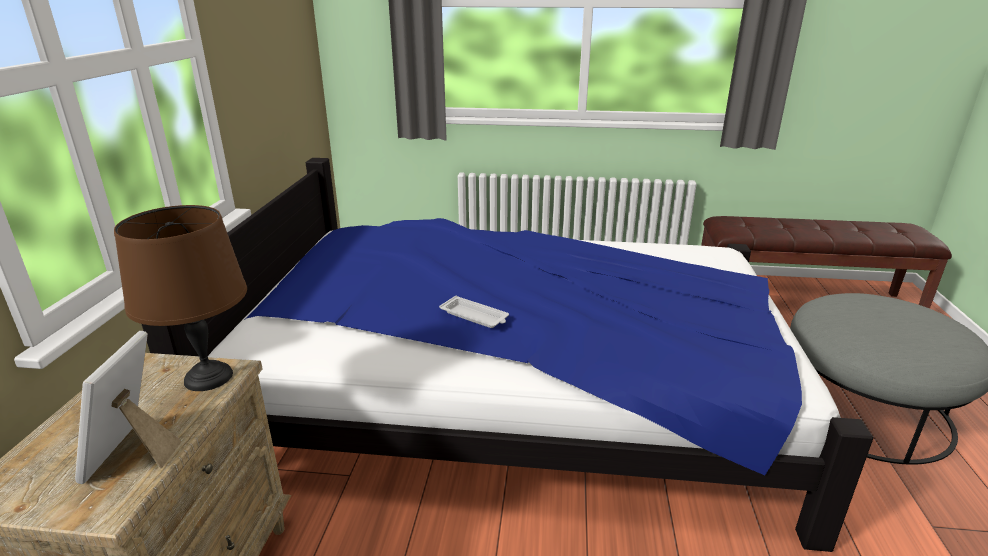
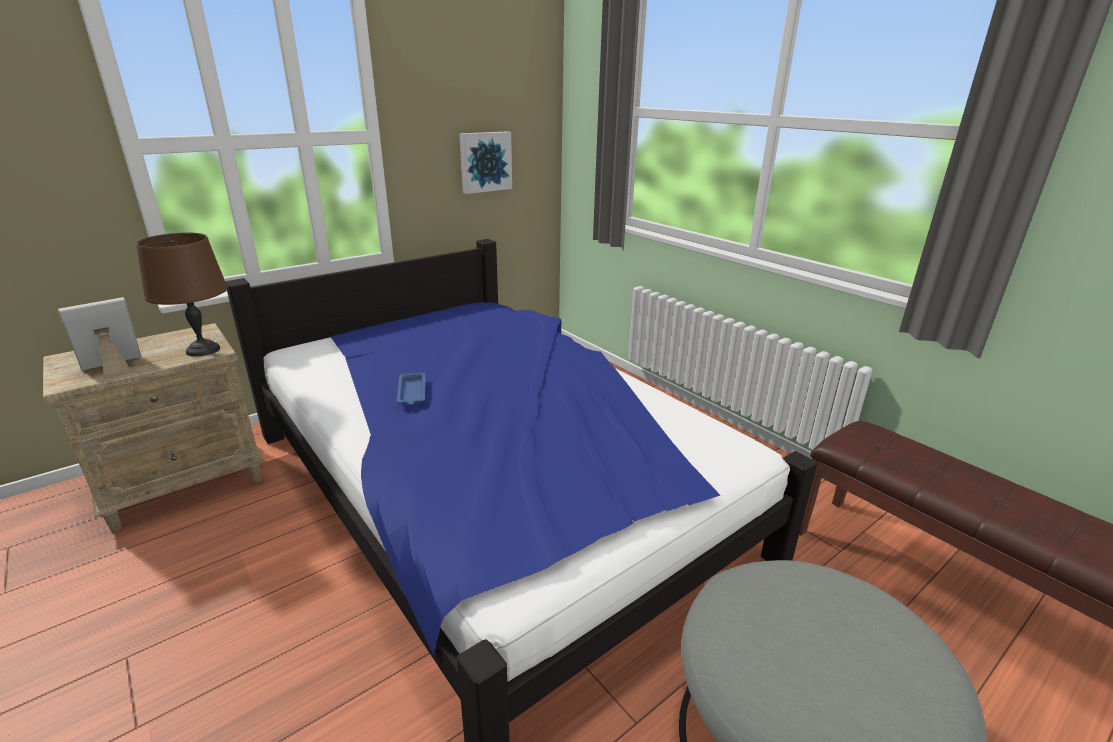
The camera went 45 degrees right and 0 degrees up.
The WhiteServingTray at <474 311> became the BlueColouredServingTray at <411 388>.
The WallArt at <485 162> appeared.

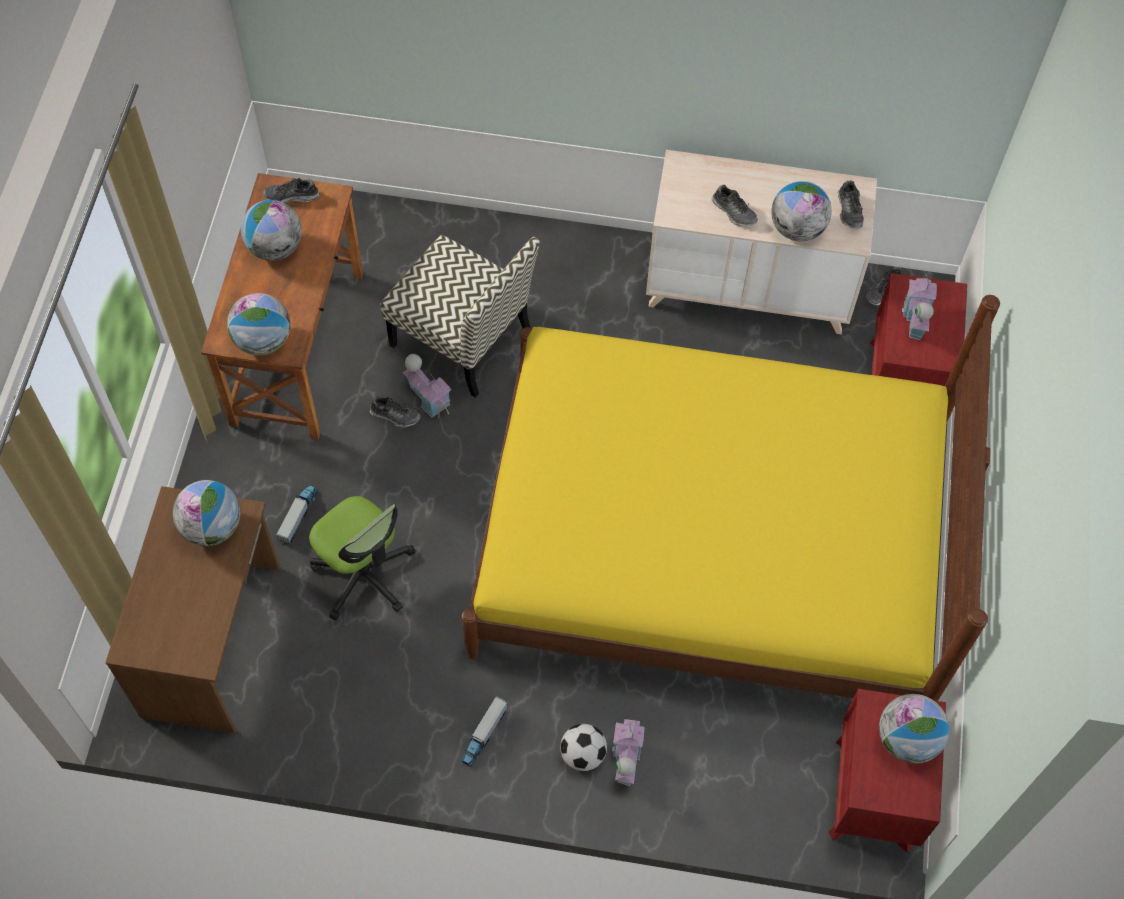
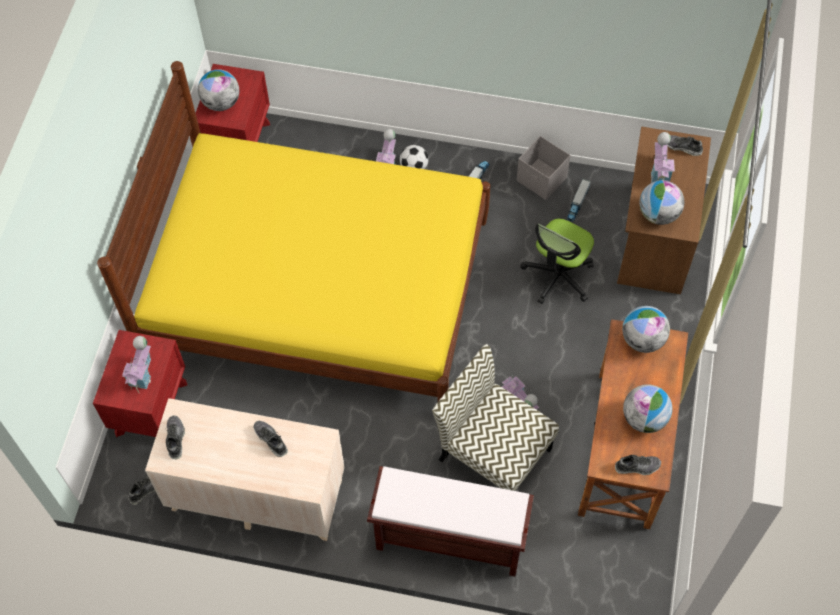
The camera went 175 degrees left and 0 degrees up.
The BrownColouredIndoorBench at <450 521> appeared.
The GreyishStorageBin at <543 168> appeared.
The ComputerChair at <362 558> turned 105 degrees counterclockwise.
The ToyLorry moved from <297 515> to <578 200>.
The ModelHouse at <663 157> appeared.
The Shoe moved from <395 412> to <685 145>.
The Globe at <801 211> disappeared.

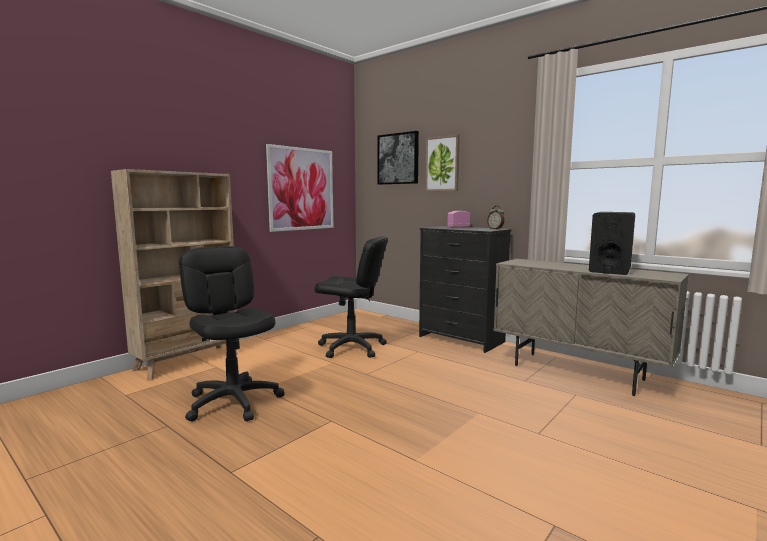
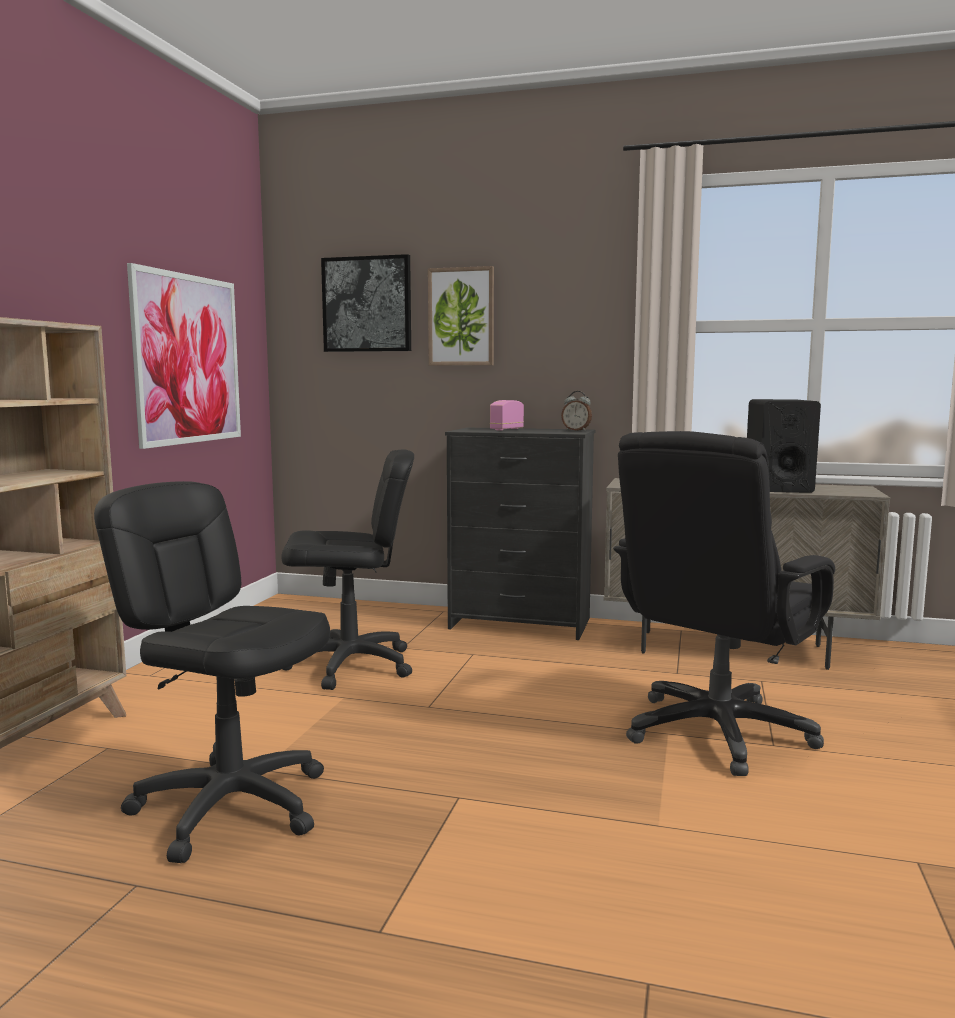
The camera went 25 degrees left and 0 degrees up.
The BlackishComputerChair at <724 603> appeared.

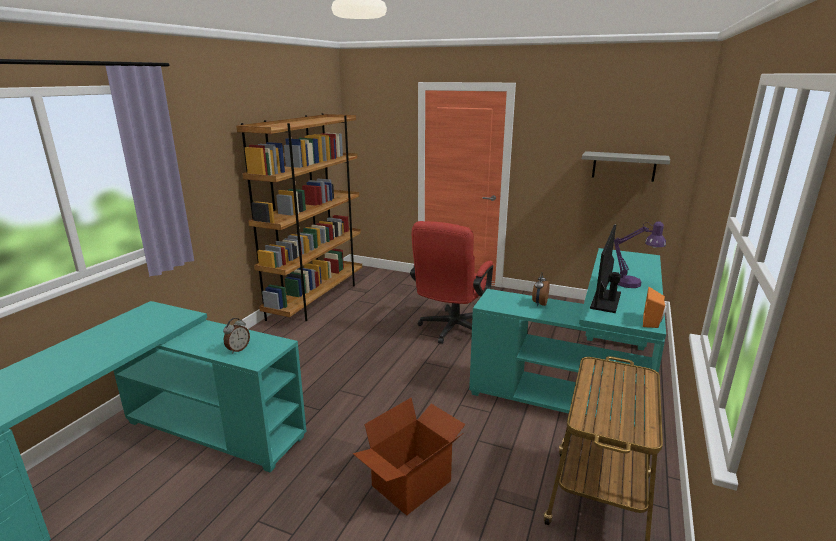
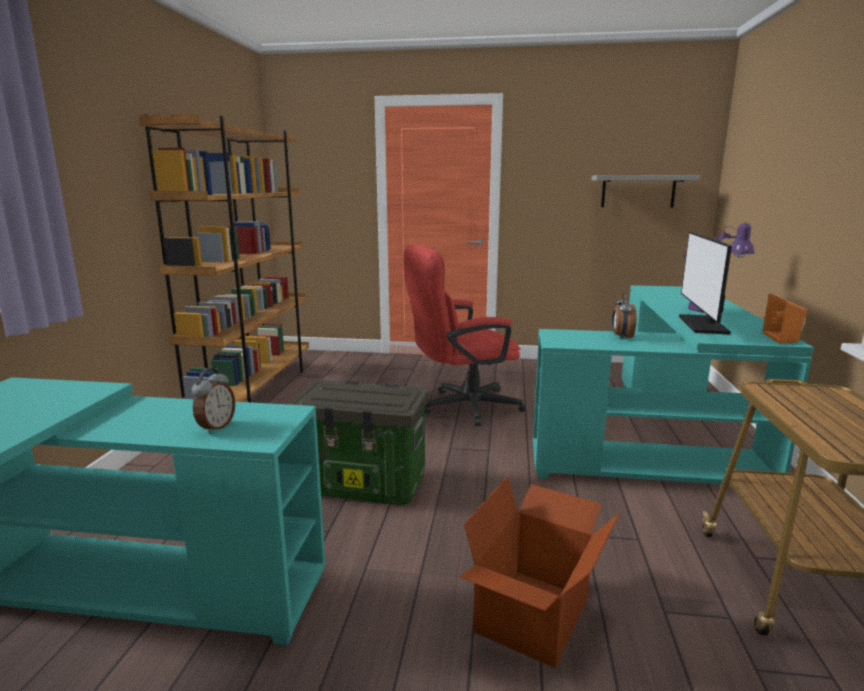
The camera went 15 degrees left and 5 degrees down.
The StorageBin at <359 442> appeared.
The RedColouredComputerChair at <451 282> turned 60 degrees clockwise.

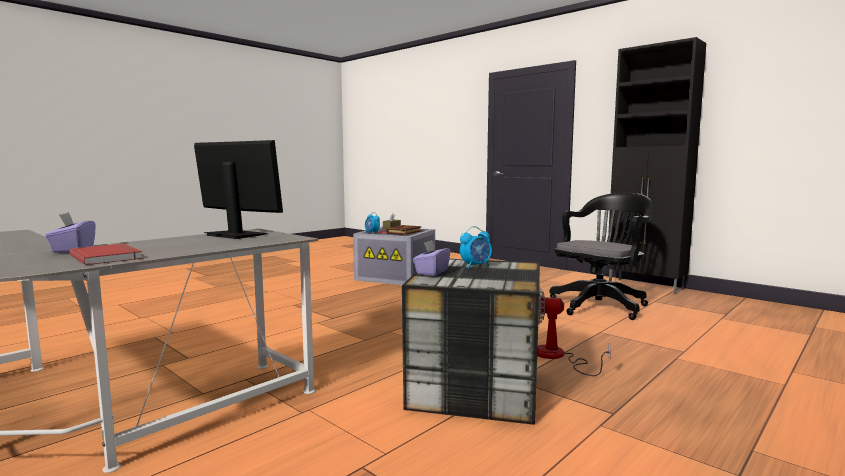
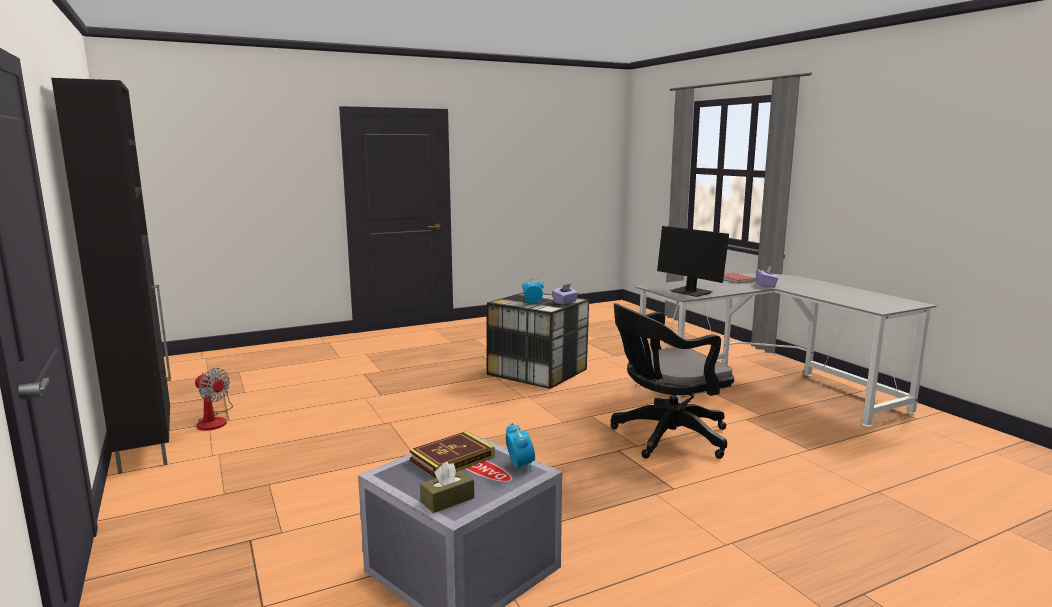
The camera went 160 degrees left and 5 degrees up.
The CoolingFan moved from <574 332> to <214 399>.
The BlackishComputerChair moved from <601 256> to <672 381>.

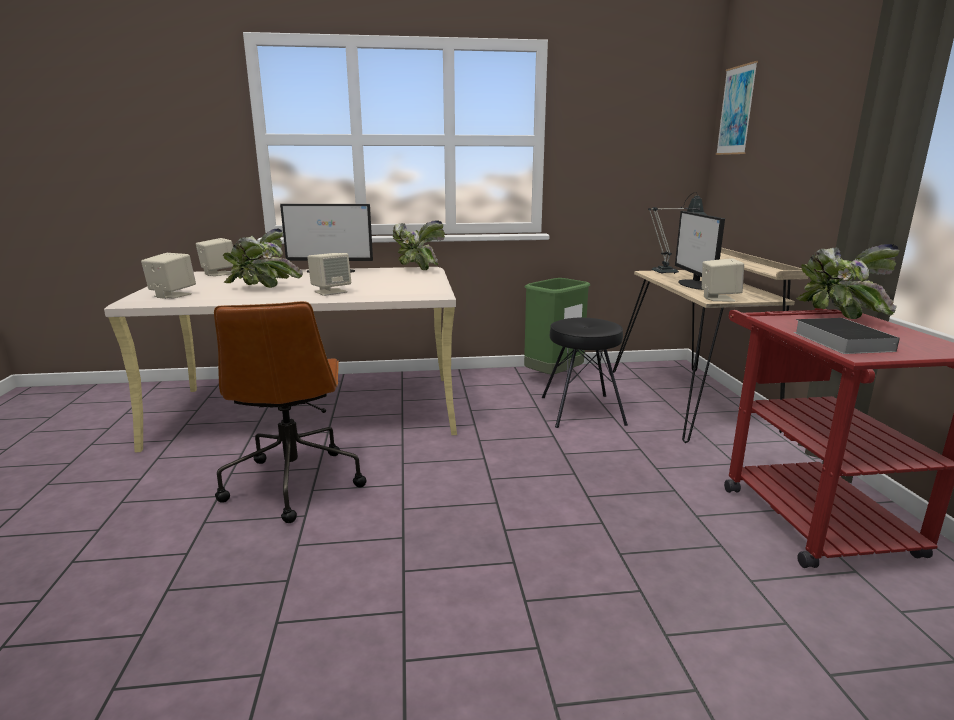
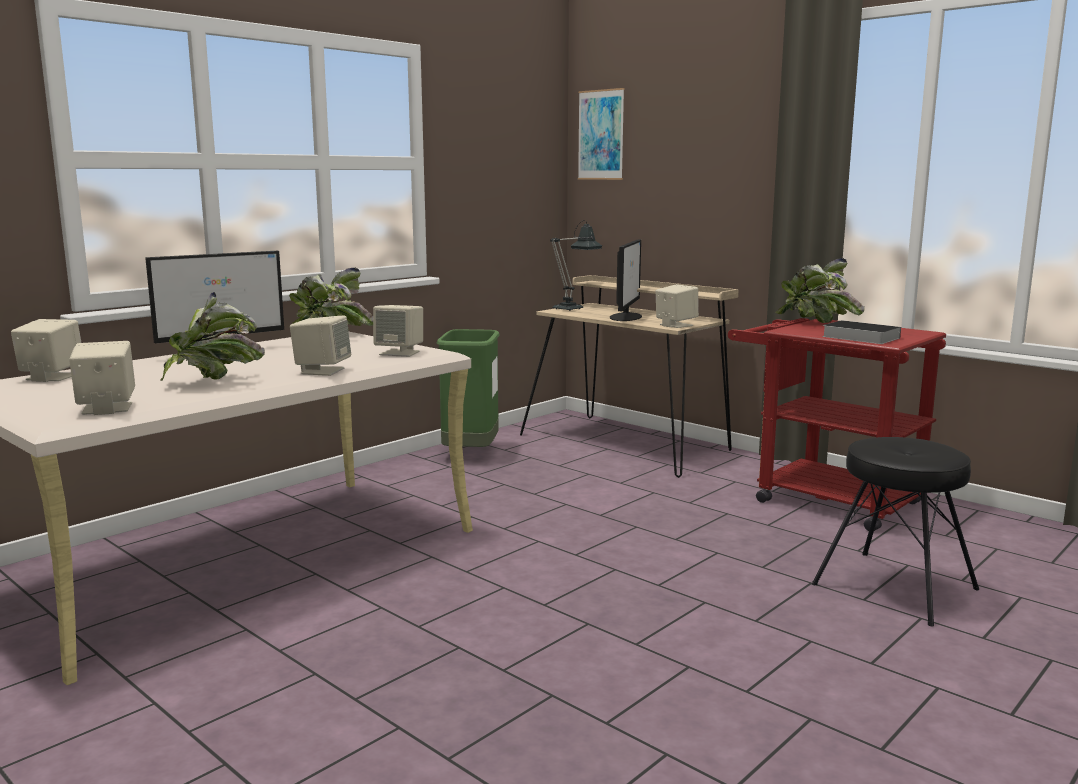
The camera went 40 degrees left and 5 degrees down.
The SandColouredSpeaker at <398 331> appeared.
The ComputerScreen at <700 250> turned 120 degrees counterclockwise.
The BlackishStoolSeat moved from <585 372> to <895 532>.
The BrownColouredComputerChair at <290 412> disappeared.

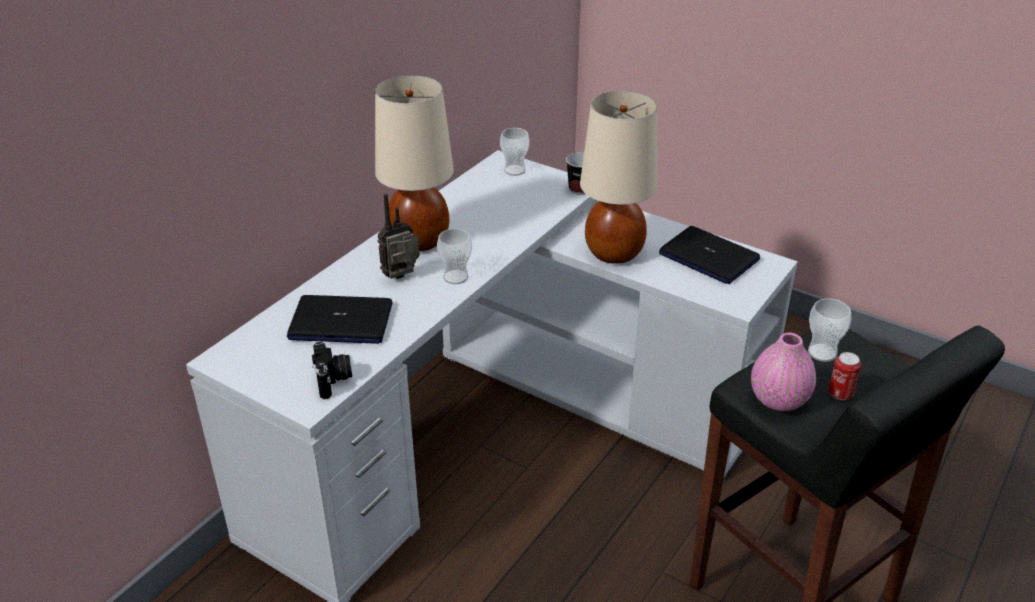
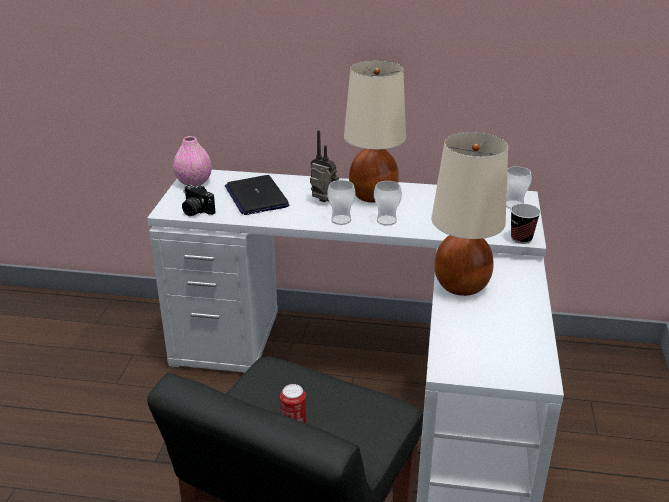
The camera went 65 degrees right and 5 degrees down.
The PinkColouredFlowerVase moved from <783 372> to <192 161>.
The StillCamera at <332 370> turned 75 degrees clockwise.
The Cup moved from <829 330> to <388 203>.
The PortableComputer at <709 255> disappeared.

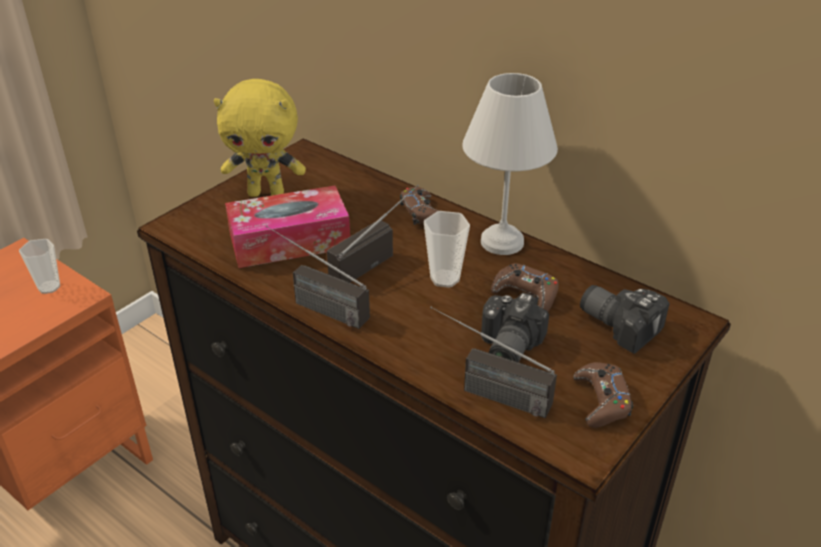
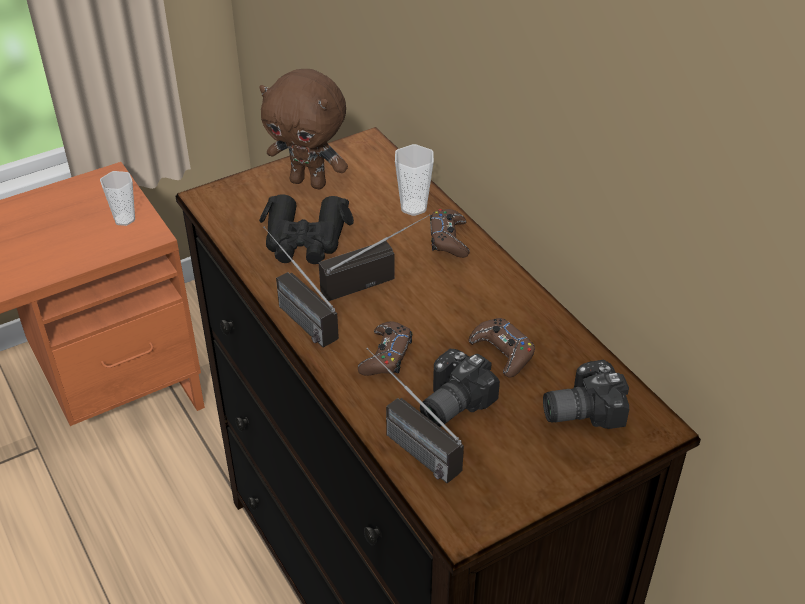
The camera went 20 degrees right and 5 degrees up.
The YellowSoftToy at <260 138> became the BrownColouredSoftToy at <303 129>.
The TissueHolder at <287 226> was replaced by the BlackishPairOfBinoculars at <306 229>.
The BrownColouredGamepad moved from <603 395> to <385 348>.
The Cup moved from <447 249> to <414 180>.
The StillCamera at <625 319> turned 75 degrees counterclockwise.
The WhiteTabletopLamp at <510 164> disappeared.

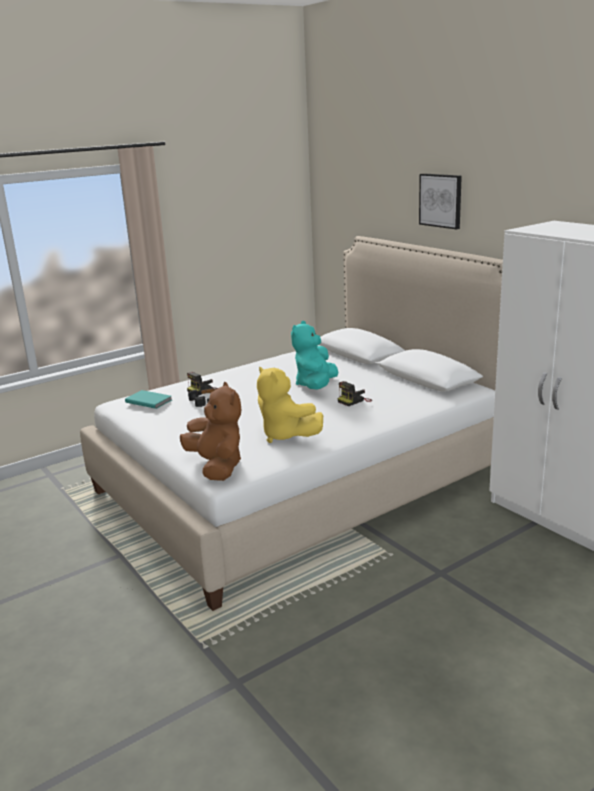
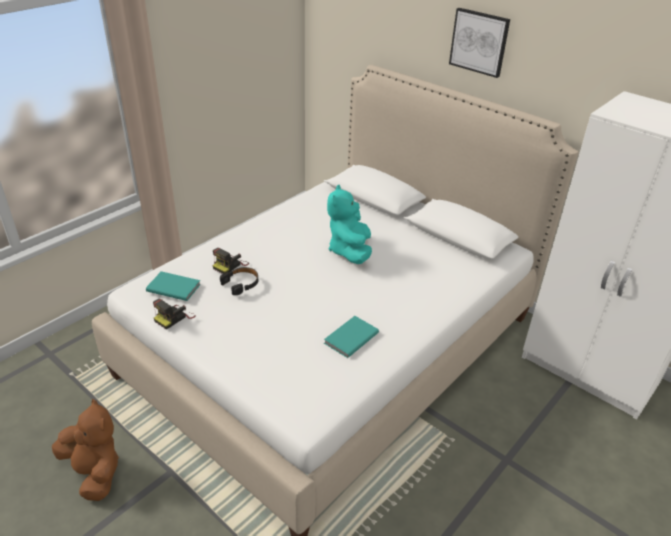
The camera went 15 degrees left and 15 degrees up.
The BrownColouredSoftToy moved from <210 431> to <85 450>.
The StillCamera moved from <354 393> to <174 314>.
The YellowSoftToy at <290 404> was replaced by the BlueGreenVolume at <351 337>.

